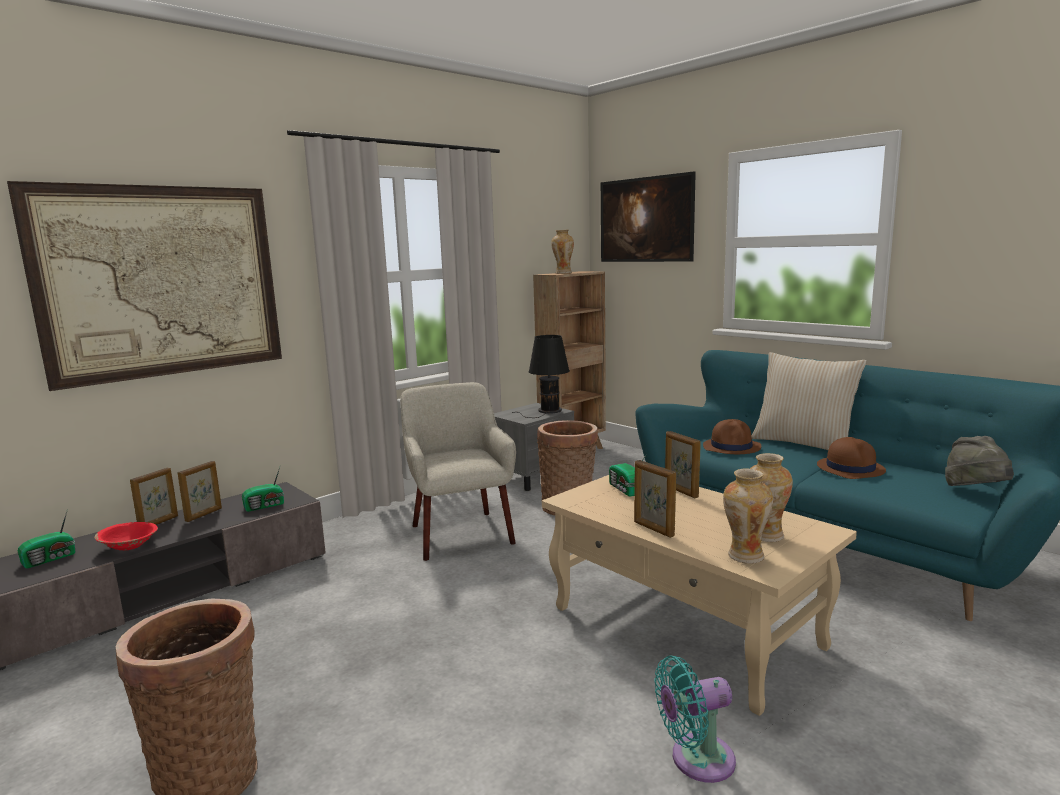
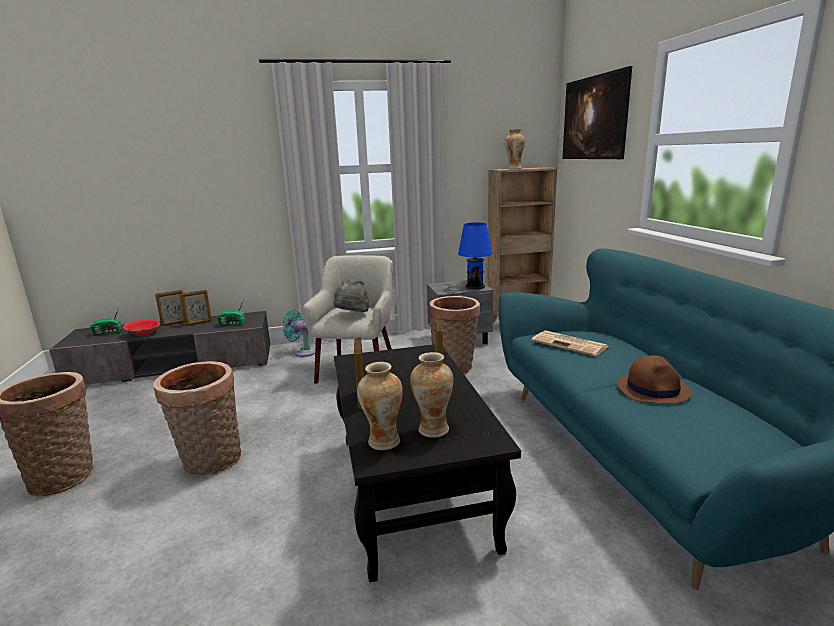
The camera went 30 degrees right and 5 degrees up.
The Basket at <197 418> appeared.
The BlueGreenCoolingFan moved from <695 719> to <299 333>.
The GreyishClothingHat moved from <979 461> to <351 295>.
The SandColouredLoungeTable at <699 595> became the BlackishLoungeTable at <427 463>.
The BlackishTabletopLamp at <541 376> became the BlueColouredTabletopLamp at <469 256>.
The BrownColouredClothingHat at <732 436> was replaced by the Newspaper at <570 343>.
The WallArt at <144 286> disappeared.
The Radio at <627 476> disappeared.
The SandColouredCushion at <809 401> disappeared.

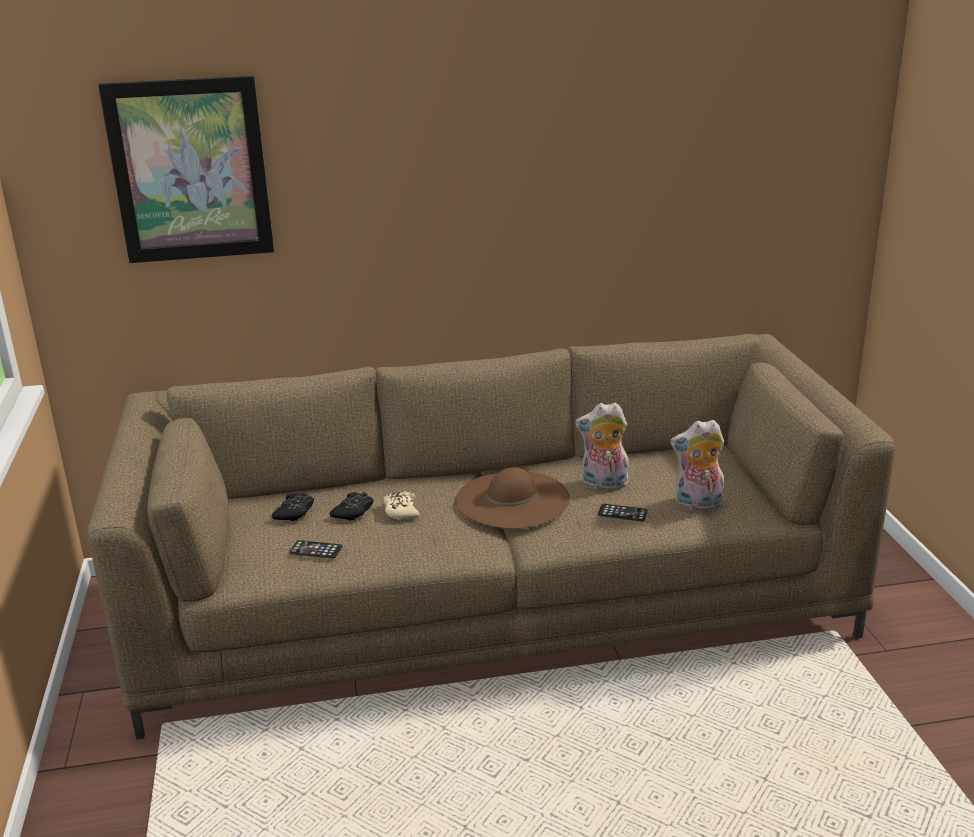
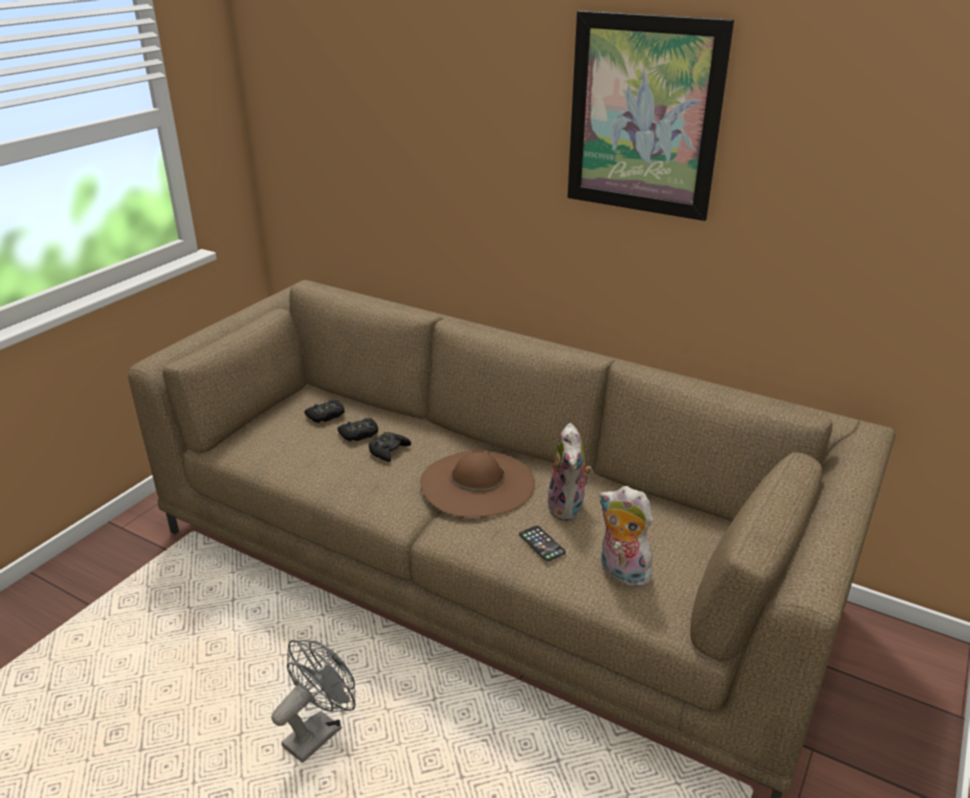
The camera went 40 degrees right and 5 degrees up.
The GreyishCoolingFan at <313 701> appeared.
The SandColouredGamepad at <402 505> became the BlackishGamepad at <390 447>.
The SoftToy at <603 446> turned 135 degrees counterclockwise.
The WallArt moved from <186 169> to <651 115>.
The Phone at <315 549> disappeared.

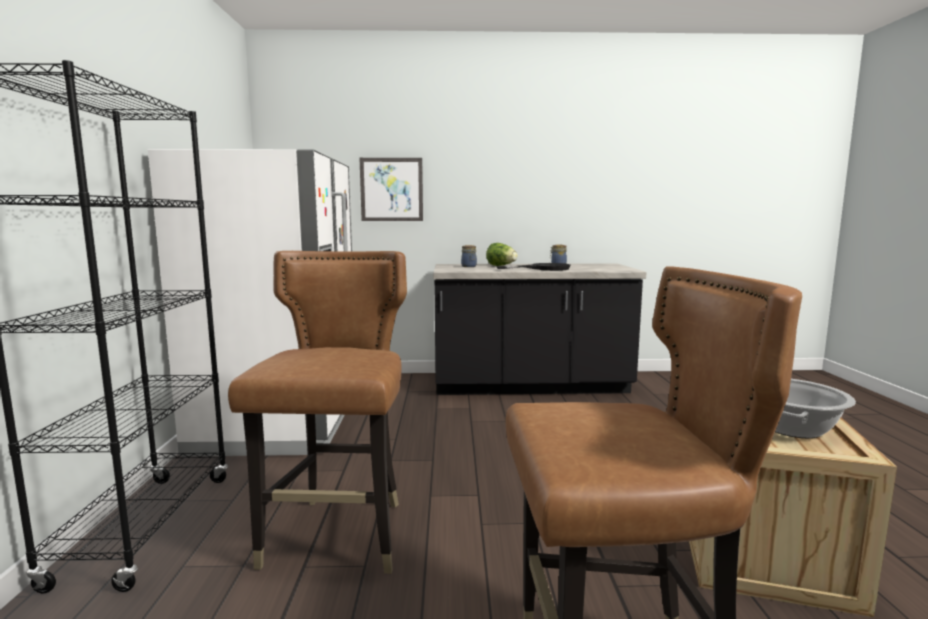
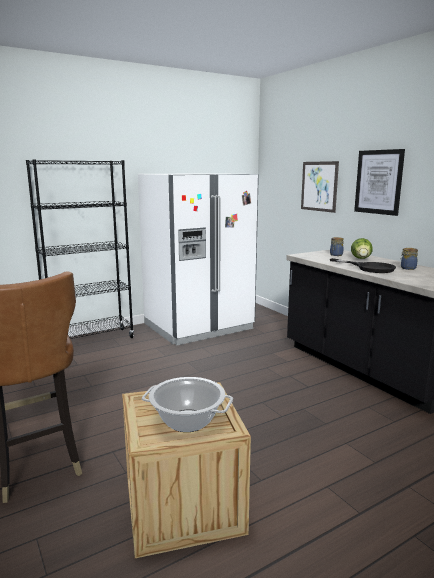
The camera went 60 degrees right and 5 degrees up.
The WallArt at <379 182> appeared.
The BrownColouredUprightChair at <317 412> disappeared.

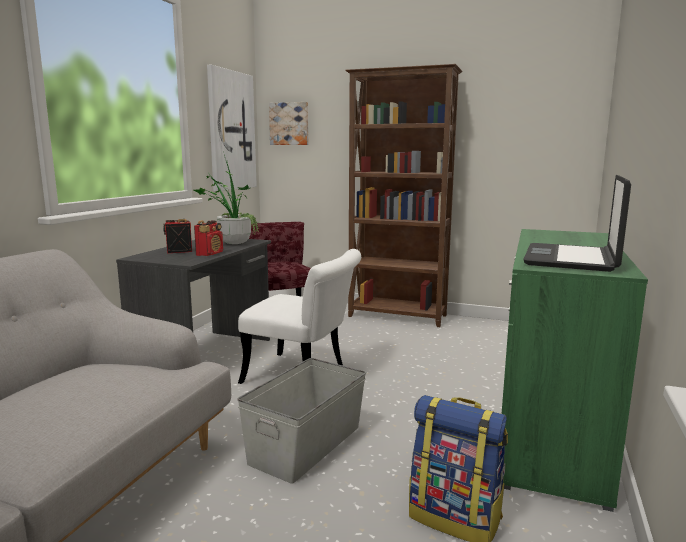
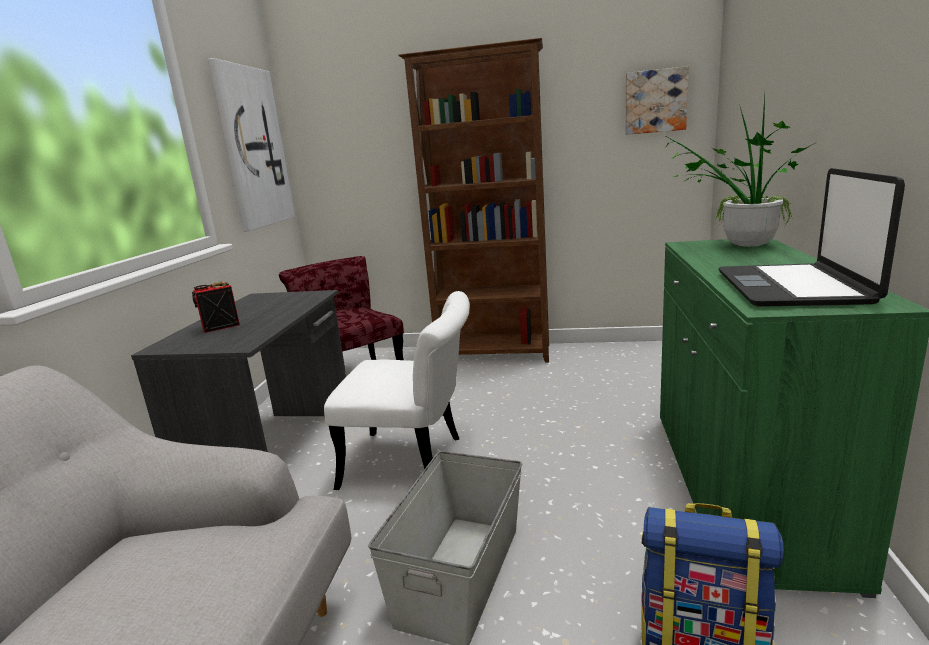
The camera went 10 degrees left and 5 degrees up.
The WallArt moved from <289 123> to <657 100>.
The Houseplant moved from <226 199> to <738 171>.
The Radio at <208 238> disappeared.

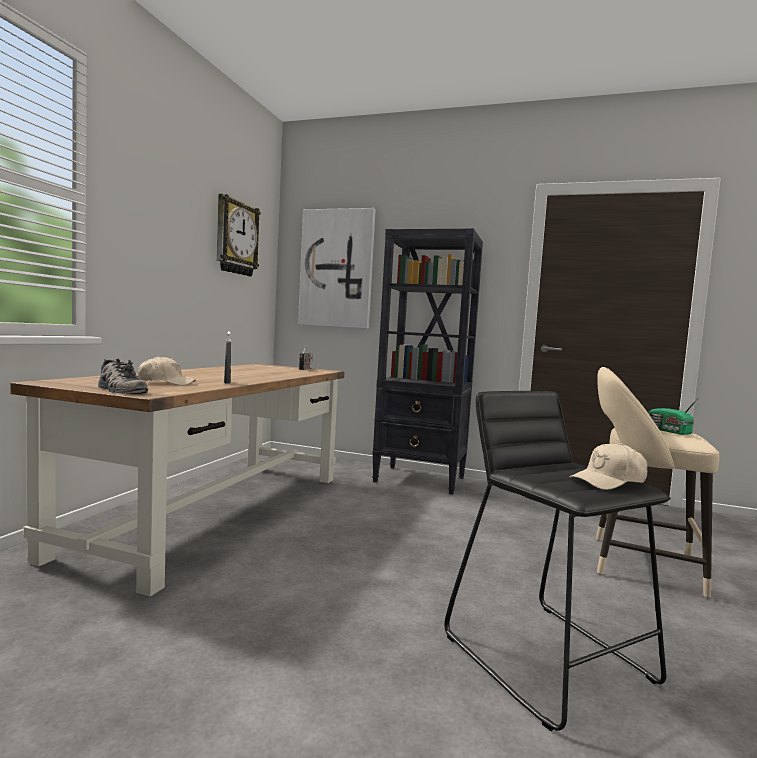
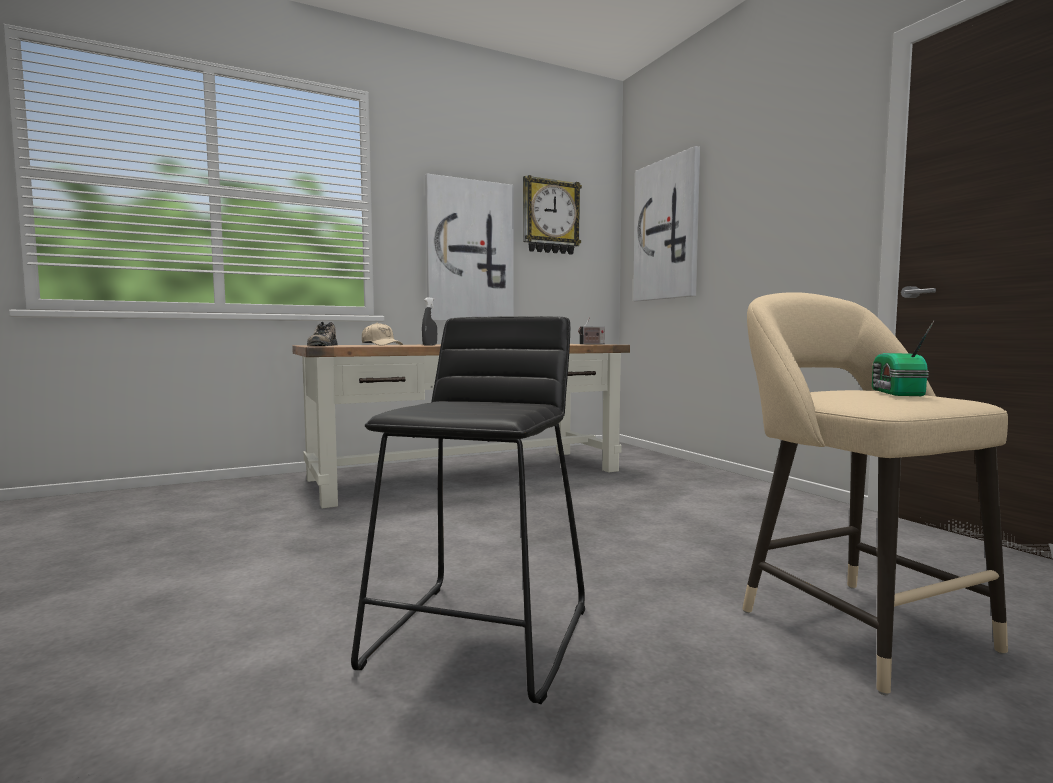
The camera went 45 degrees right and 0 degrees up.
The WallArt at <469 247> appeared.
The BlackishShelvingUnit at <427 361> disappeared.
The SandColouredCap at <608 466> disappeared.

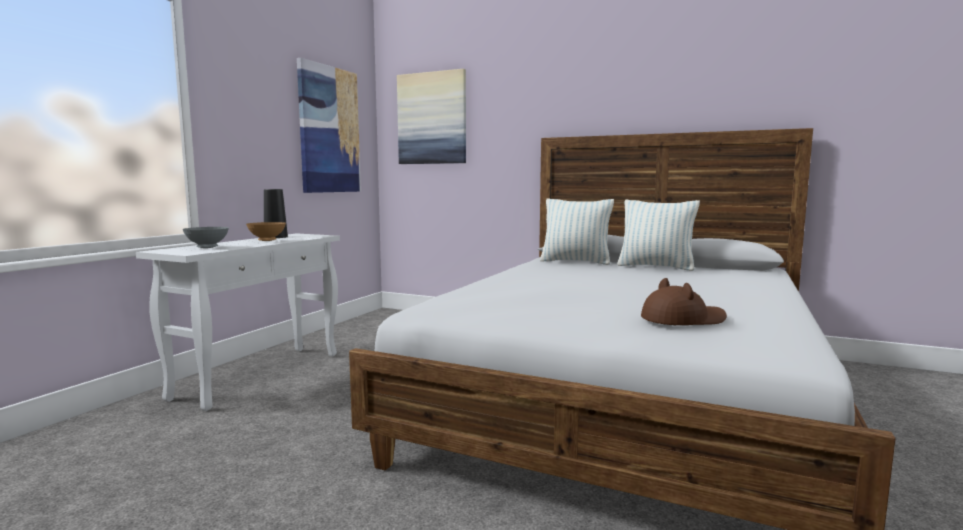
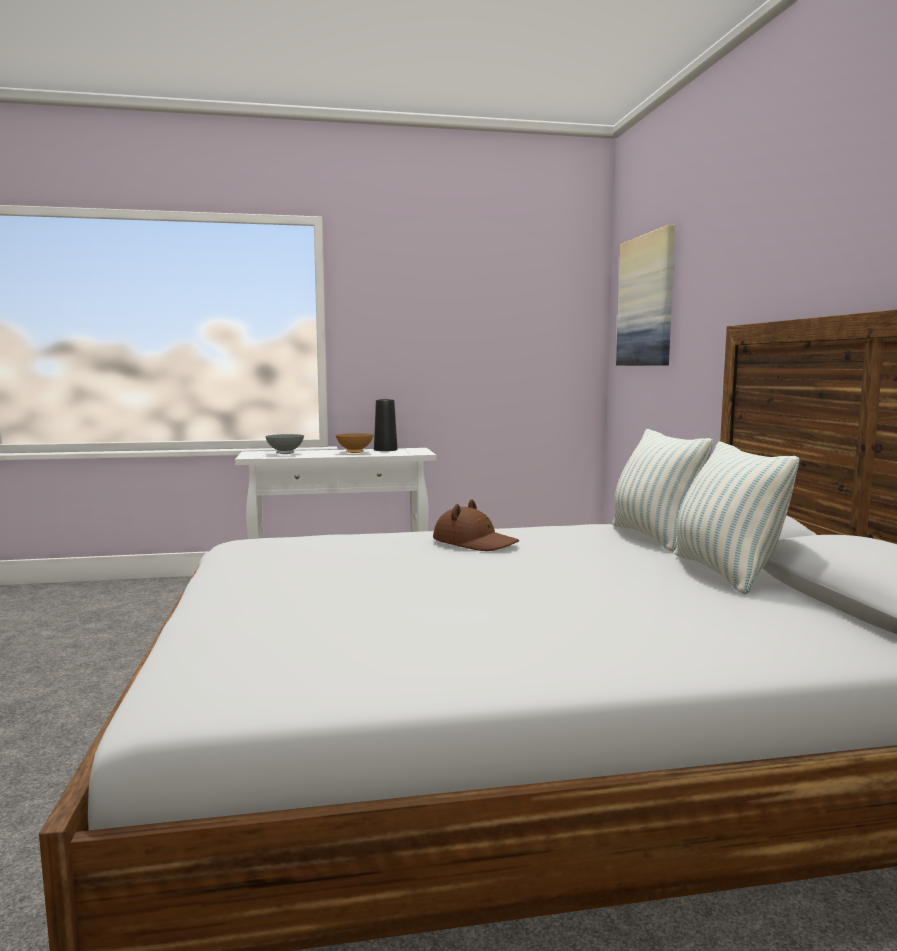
The camera went 55 degrees right and 0 degrees up.
The BrownColouredClothingHat moved from <684 301> to <476 525>.
The WallArt at <329 125> disappeared.

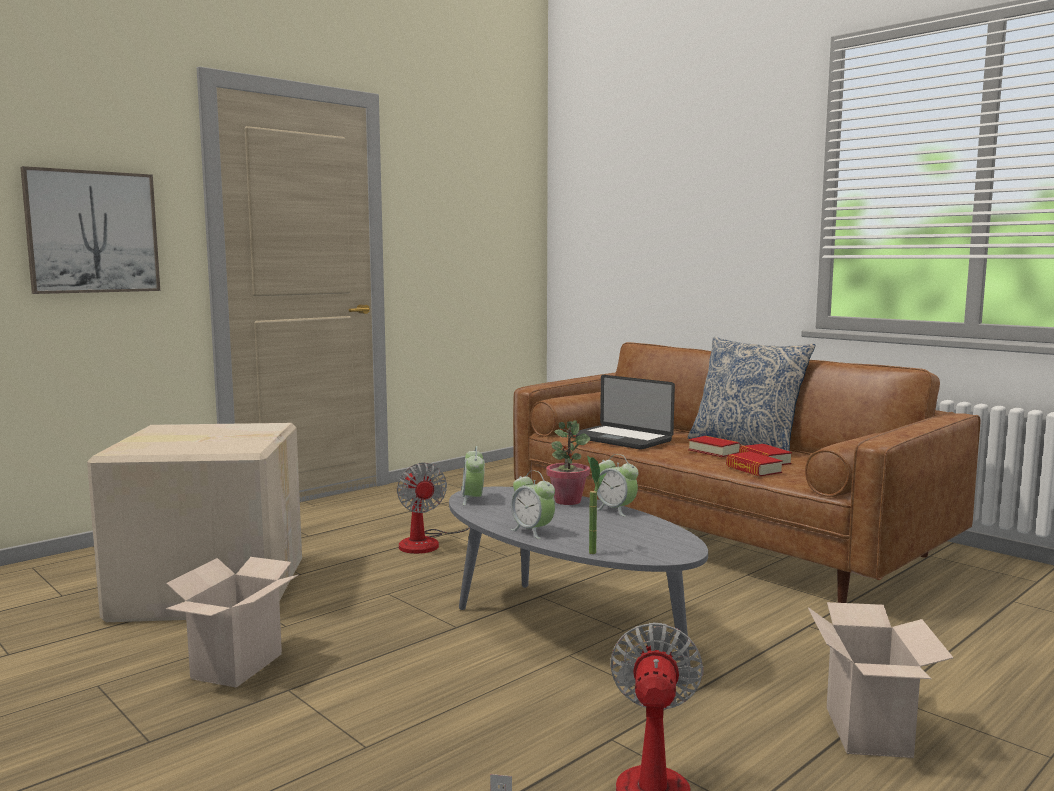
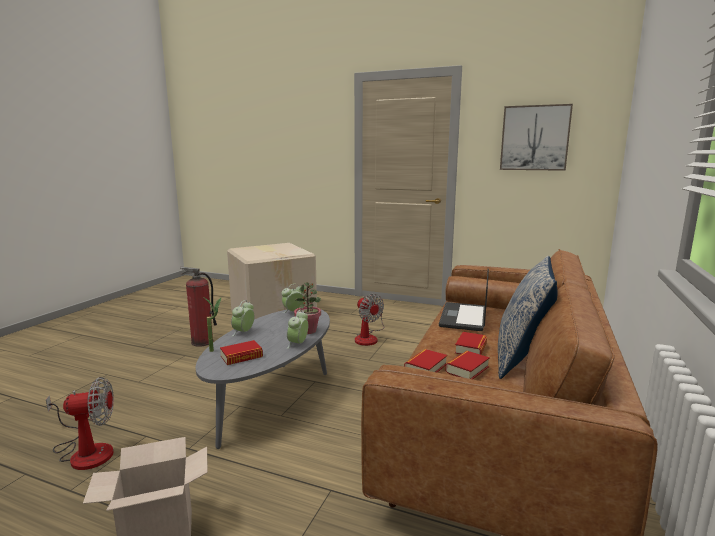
The camera went 65 degrees right and 5 degrees up.
The Carton at <232 622> was replaced by the FireExtinguisher at <198 307>.
The Volume at <241 352> appeared.
The CoolingFan at <433 508> turned 75 degrees counterclockwise.
The WallArt moved from <90 230> to <536 137>.

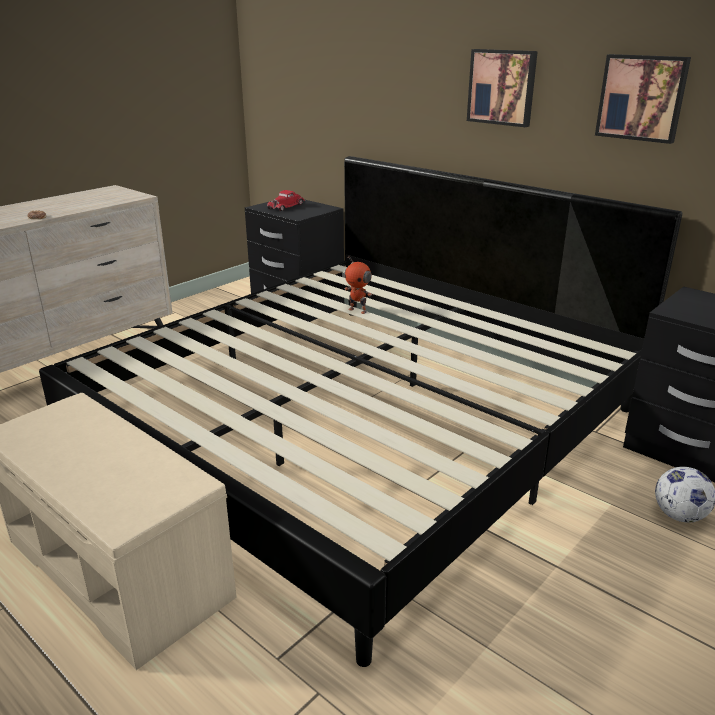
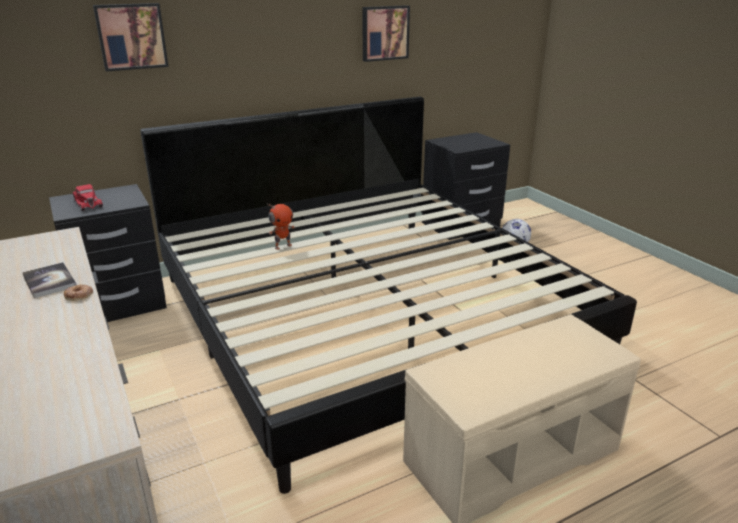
The camera went 70 degrees left and 0 degrees up.
The Volume at <49 280> appeared.
The WallArt moved from <502 88> to <130 37>.

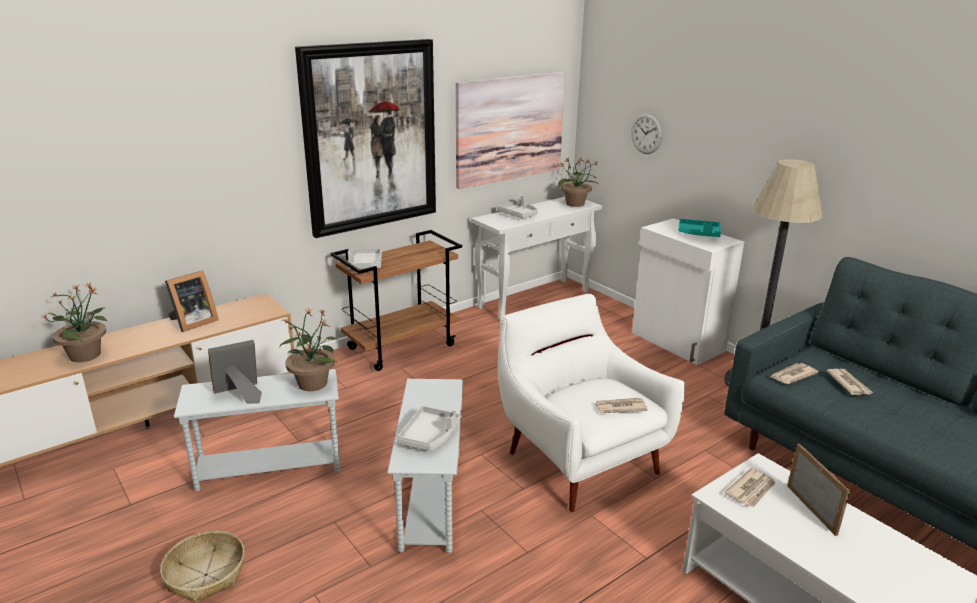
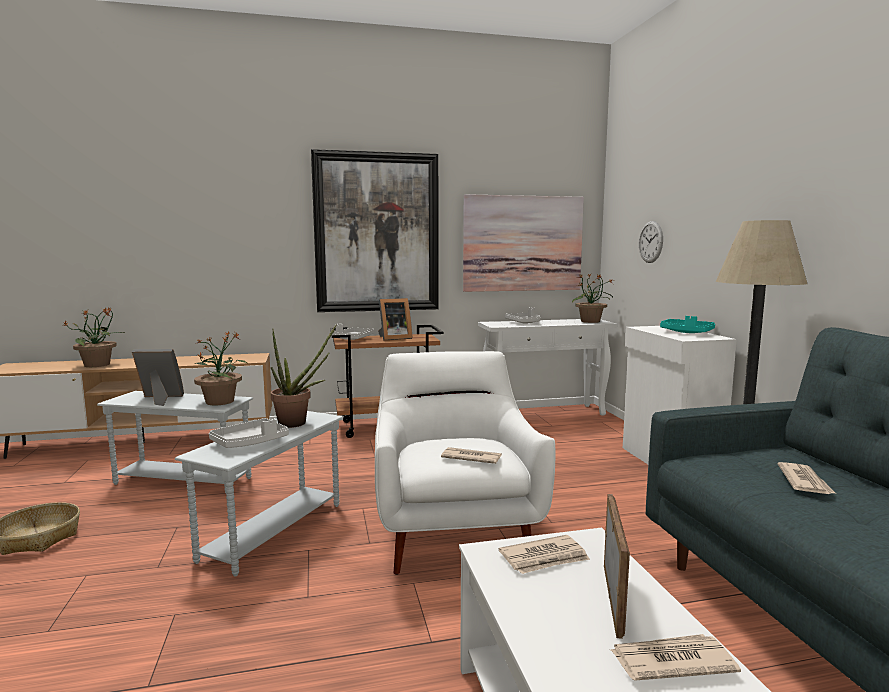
The camera went 25 degrees right and 15 degrees down.
The Houseplant at <304 376> appeared.
The StandingFrame moved from <192 301> to <395 319>.
The Newspaper moved from <794 373> to <676 657>.

